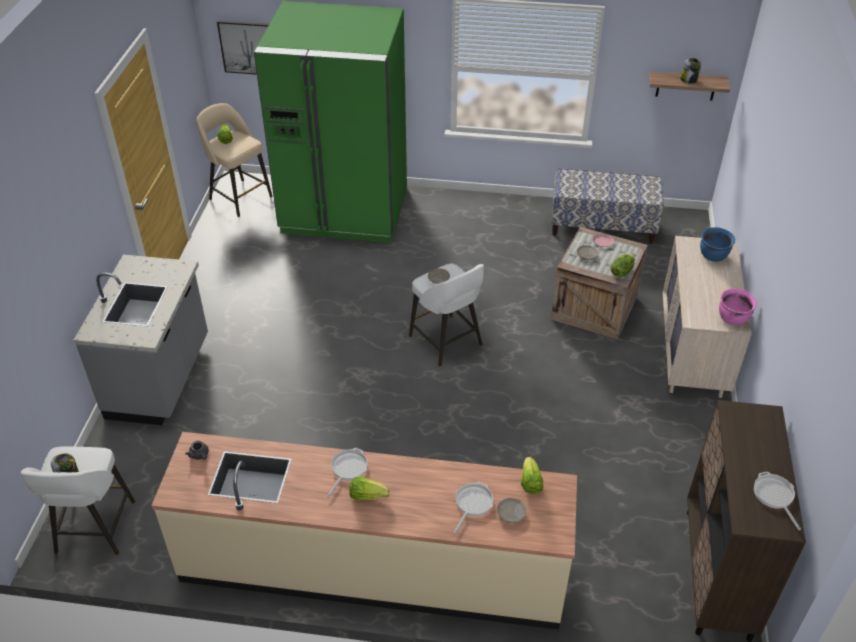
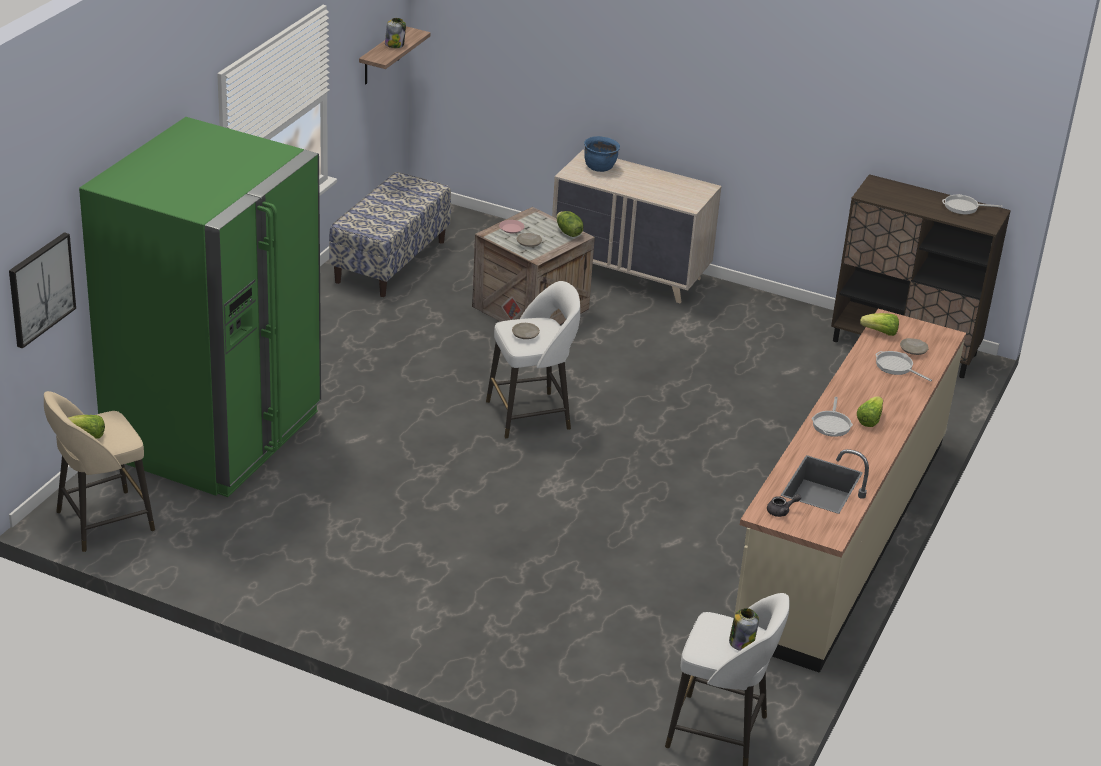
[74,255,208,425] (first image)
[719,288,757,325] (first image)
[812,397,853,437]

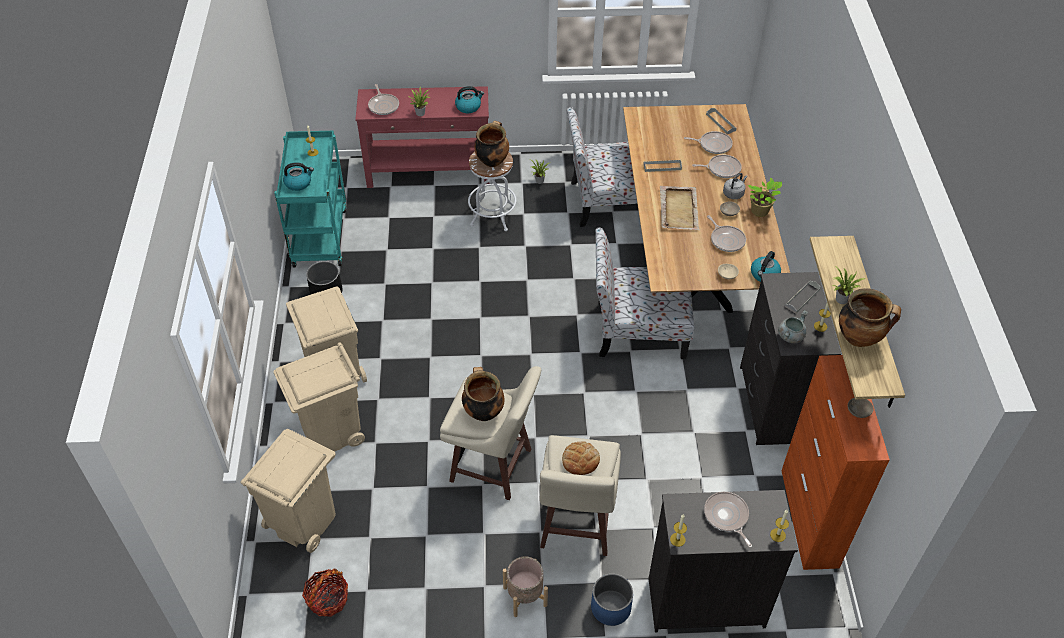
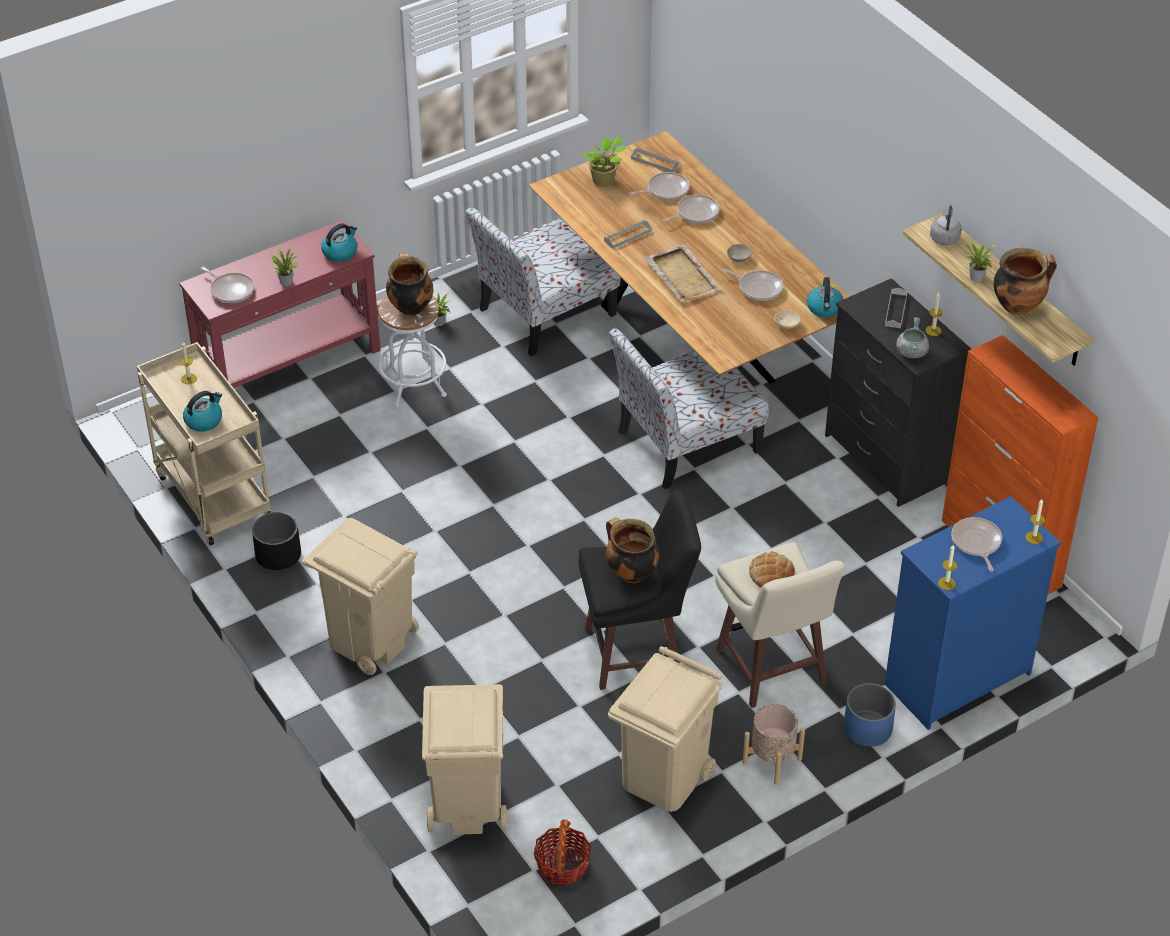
[848,398,874,418] (first image)
[608,646,722,812]
[930,205,962,245]
[582,136,626,187]
[137,342,271,545]
[578,490,701,690]
[885,496,1061,730]
[951,517,1002,572]

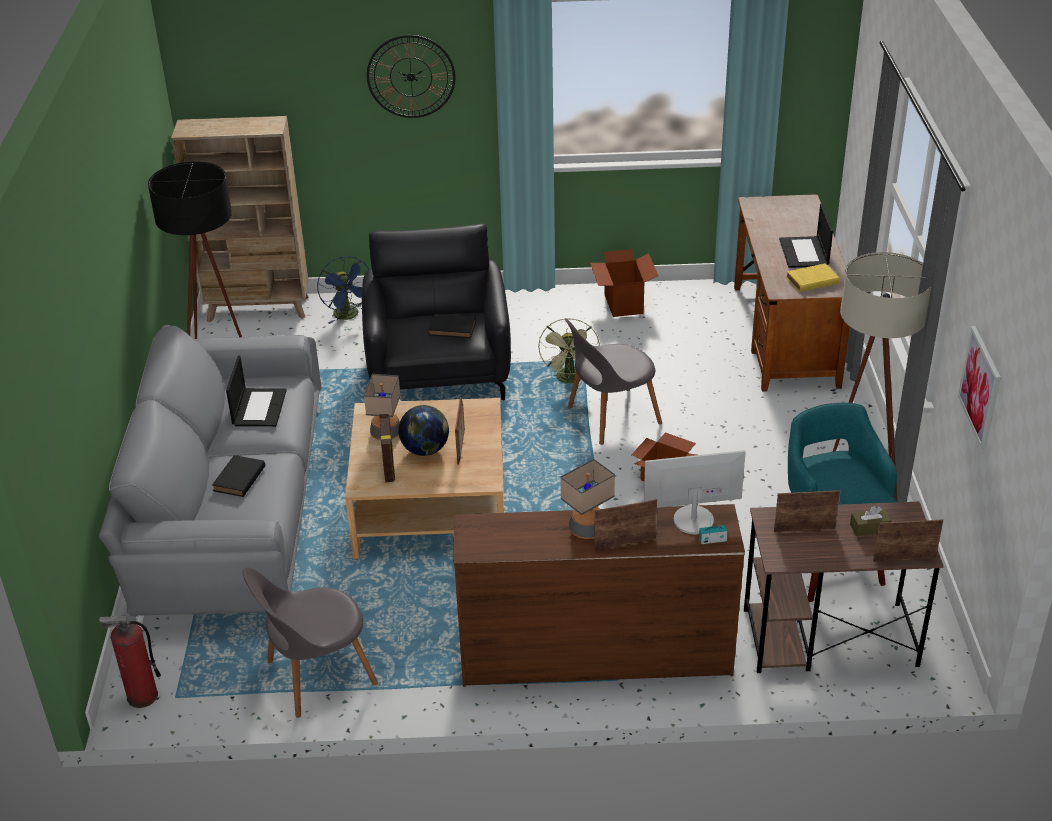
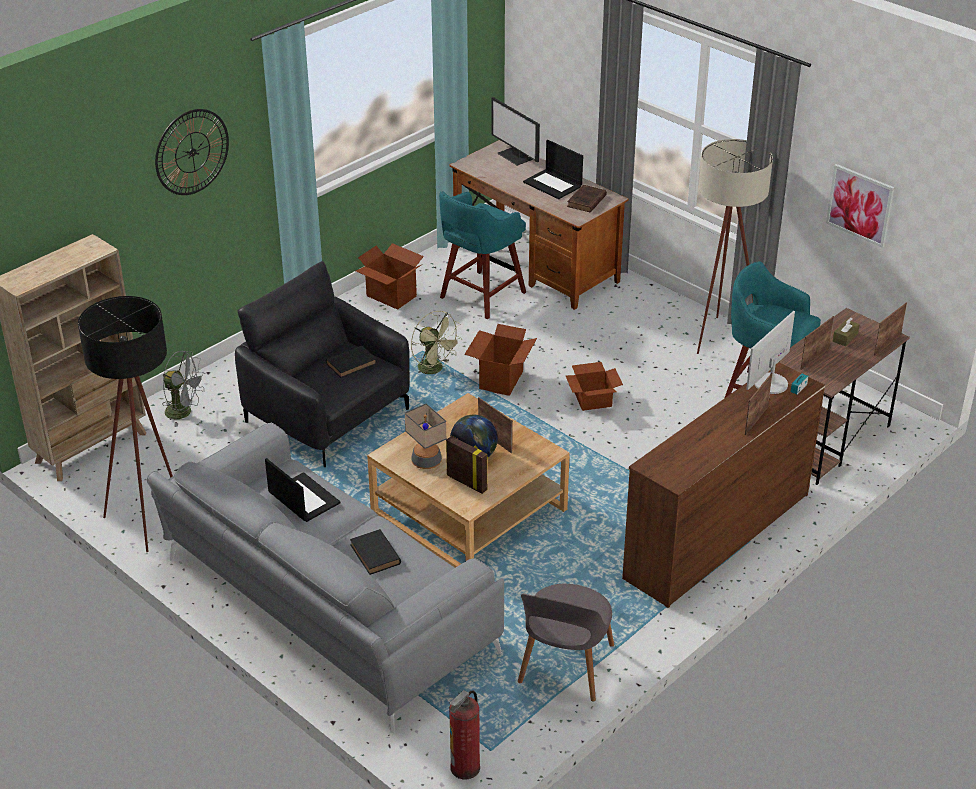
[560,459,615,539] (first image)
[439,191,526,319]
[491,97,540,166]
[464,324,537,396]
[162,350,205,427]
[567,185,607,213]

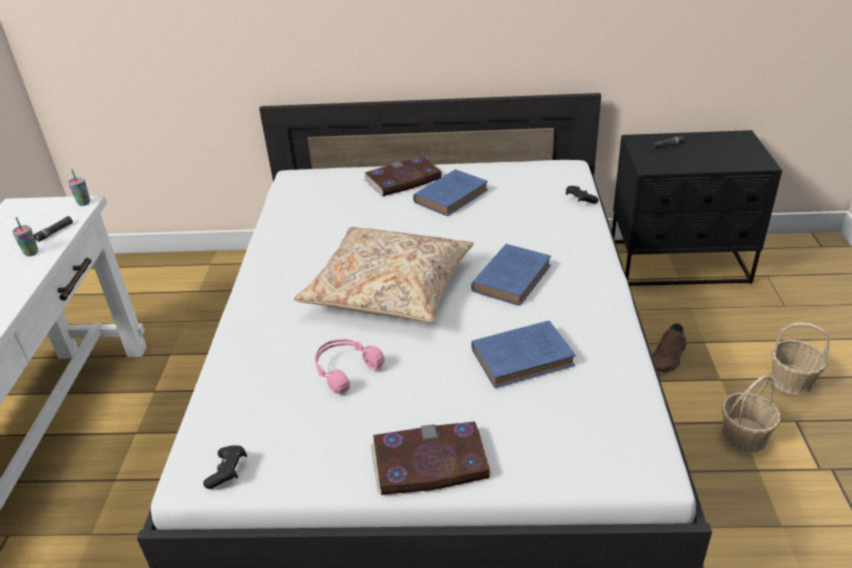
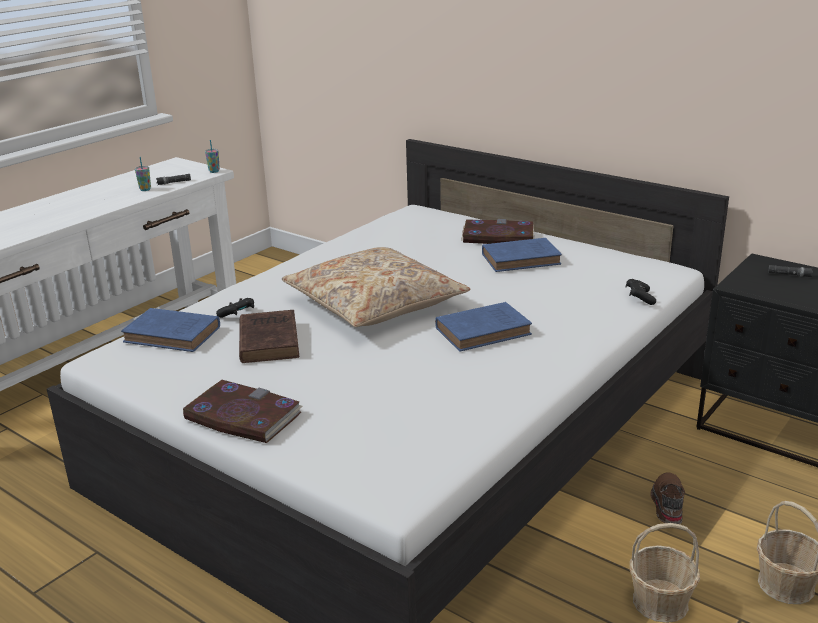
[216,298,254,318]
[121,308,220,352]
[239,310,300,363]
[650,472,685,524]

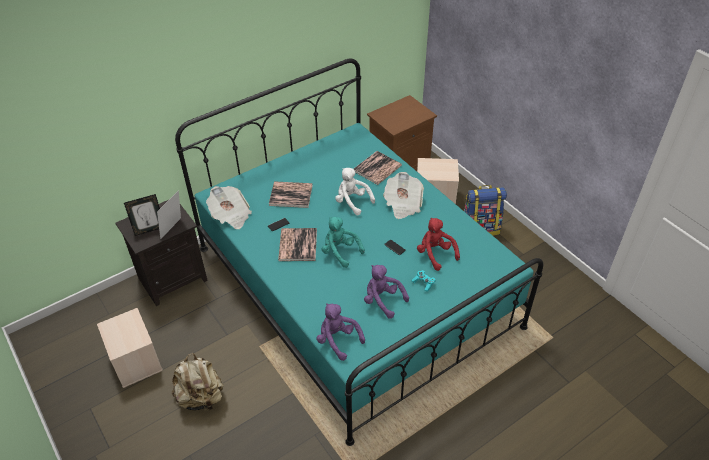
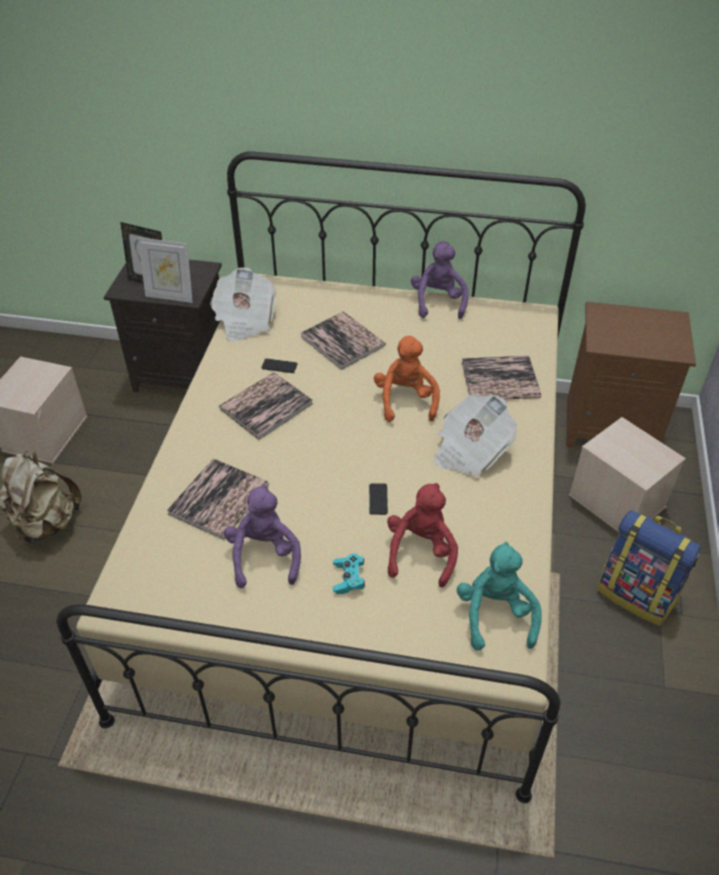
[167,458,269,540]
[411,241,469,319]
[457,542,542,651]
[56,151,586,803]
[374,336,440,422]
[138,237,193,303]

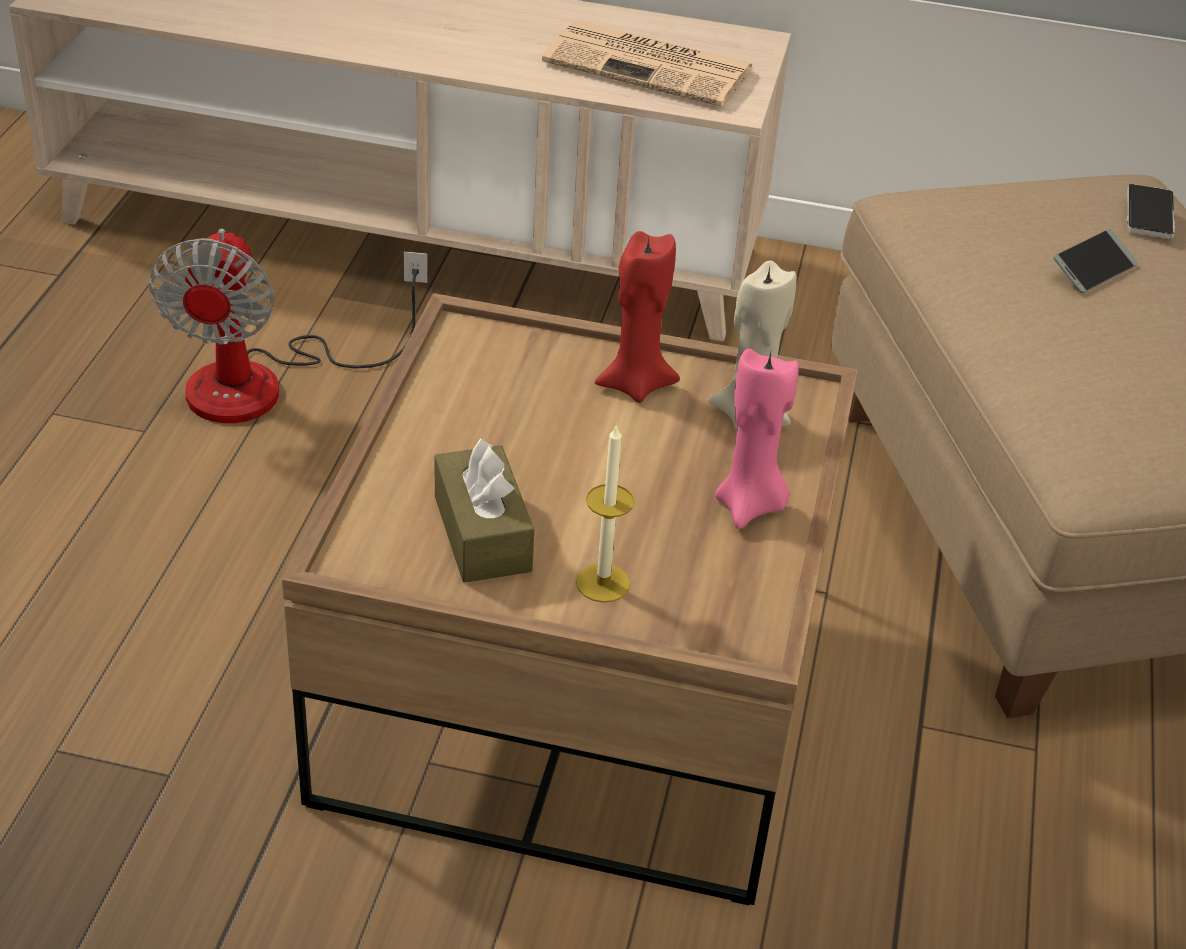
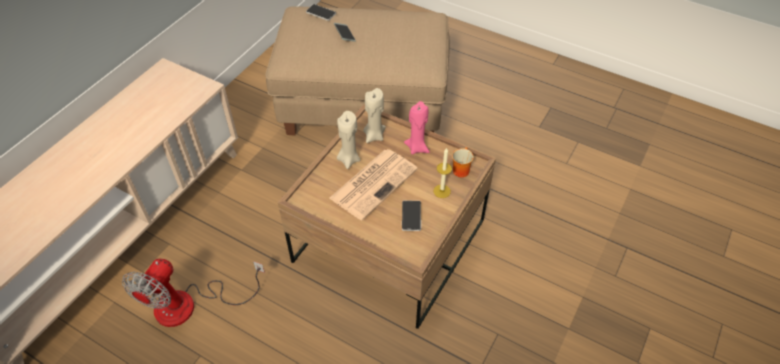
[452,147,474,177]
[329,149,418,221]
[402,200,421,231]
[337,111,360,169]
[122,258,265,327]

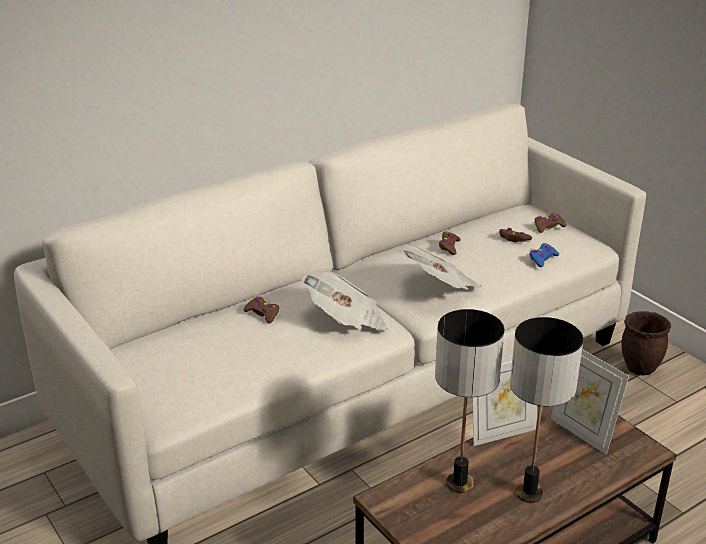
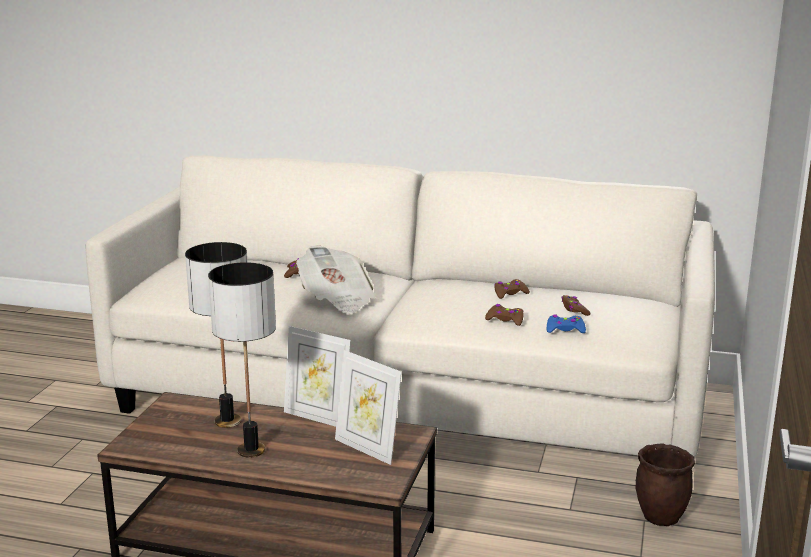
[400,245,482,290] (first image)
[485,304,524,326]
[335,350,402,465]

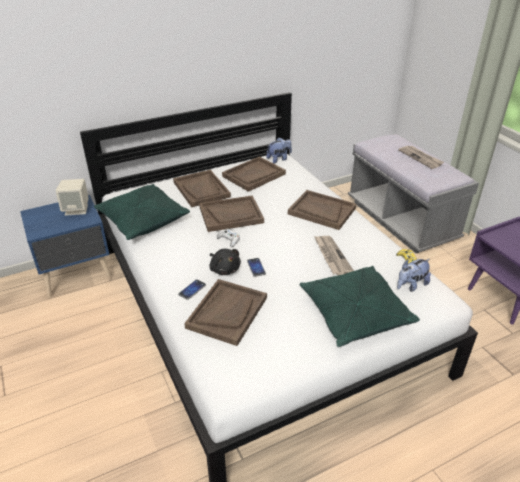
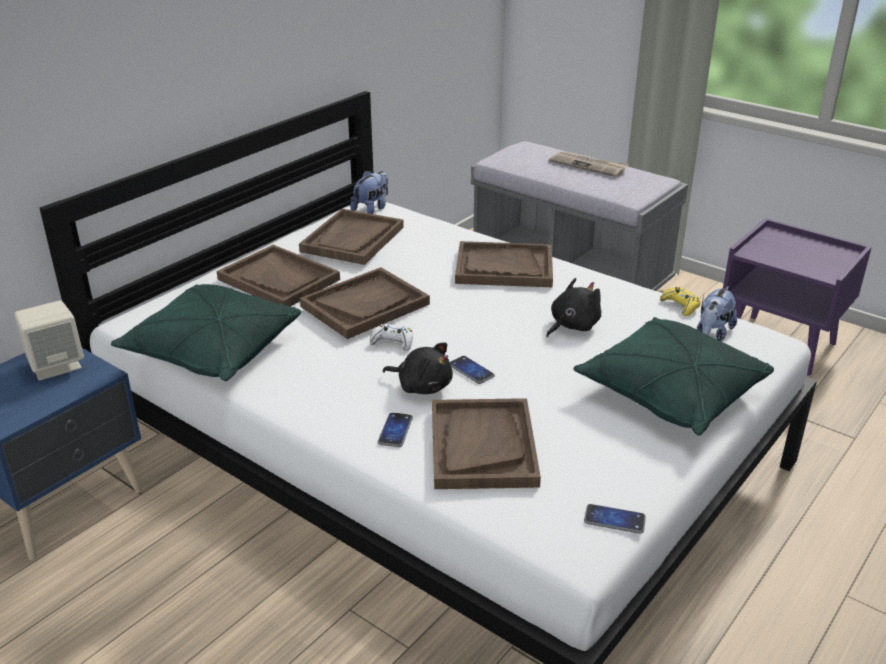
[584,504,646,534]
[546,278,601,337]

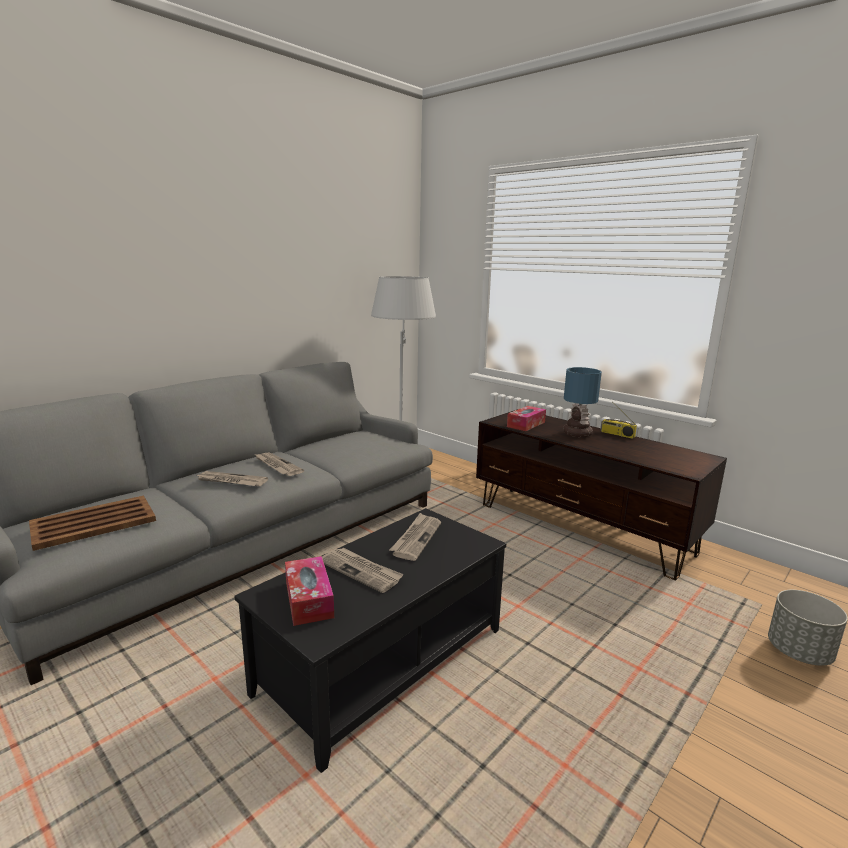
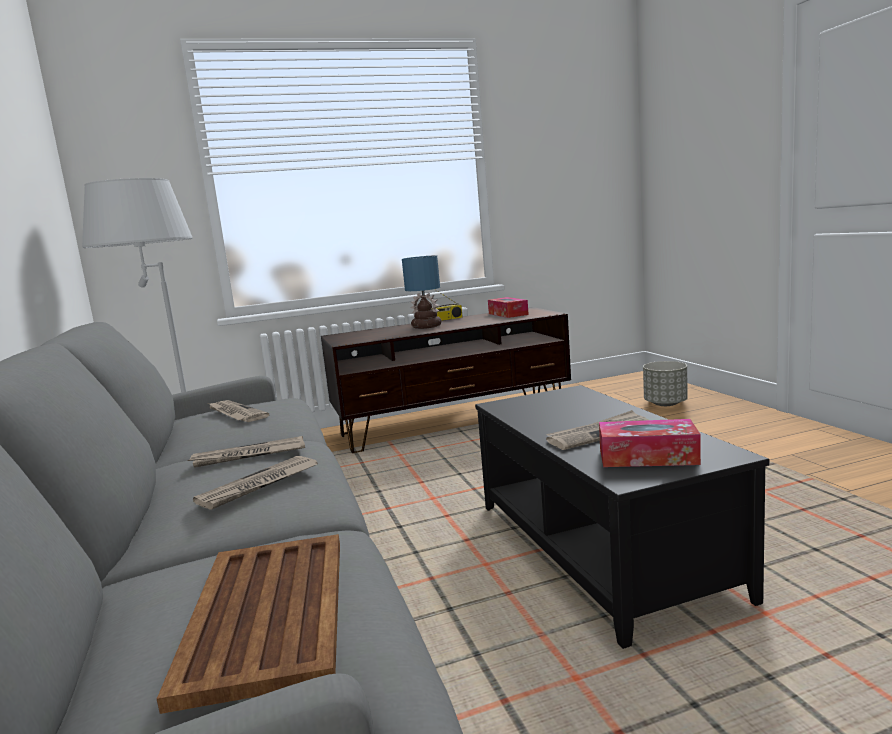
[208,400,269,422]
[488,297,529,318]

